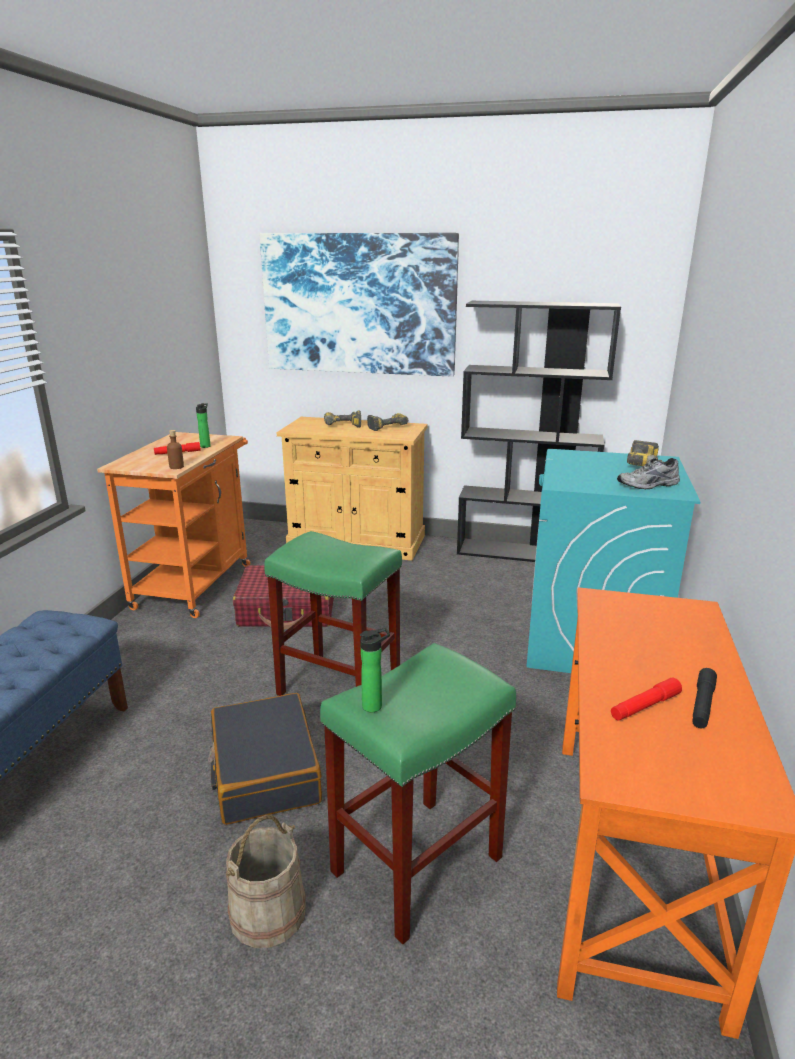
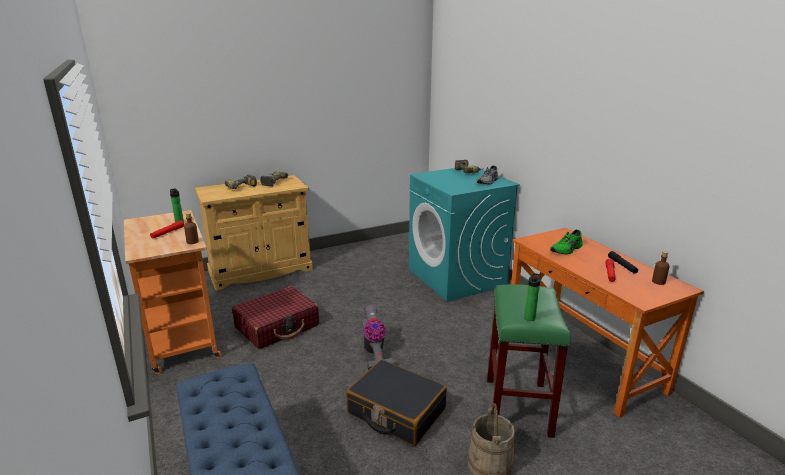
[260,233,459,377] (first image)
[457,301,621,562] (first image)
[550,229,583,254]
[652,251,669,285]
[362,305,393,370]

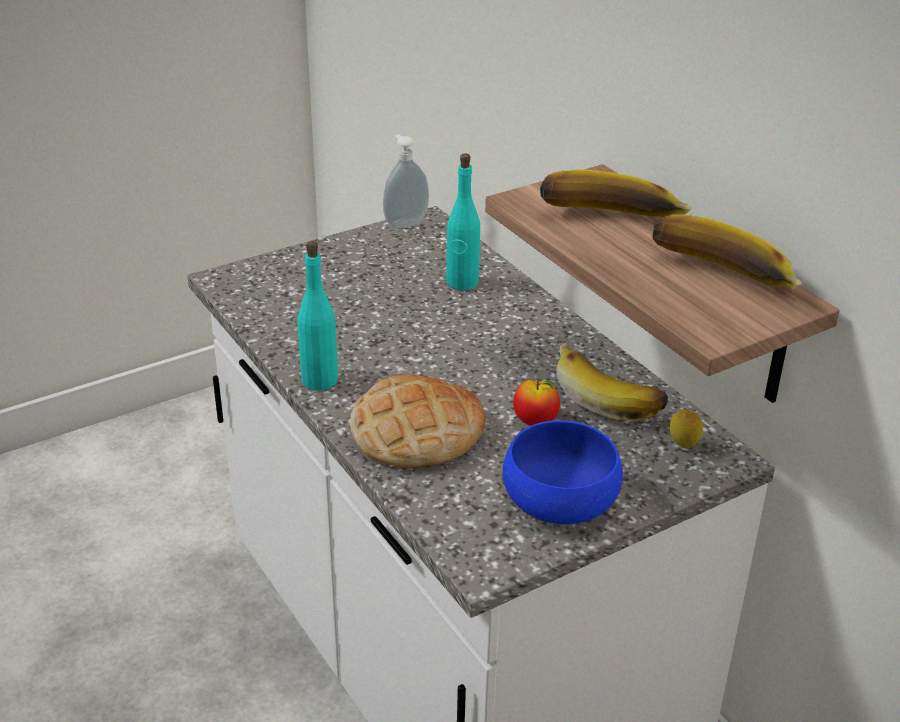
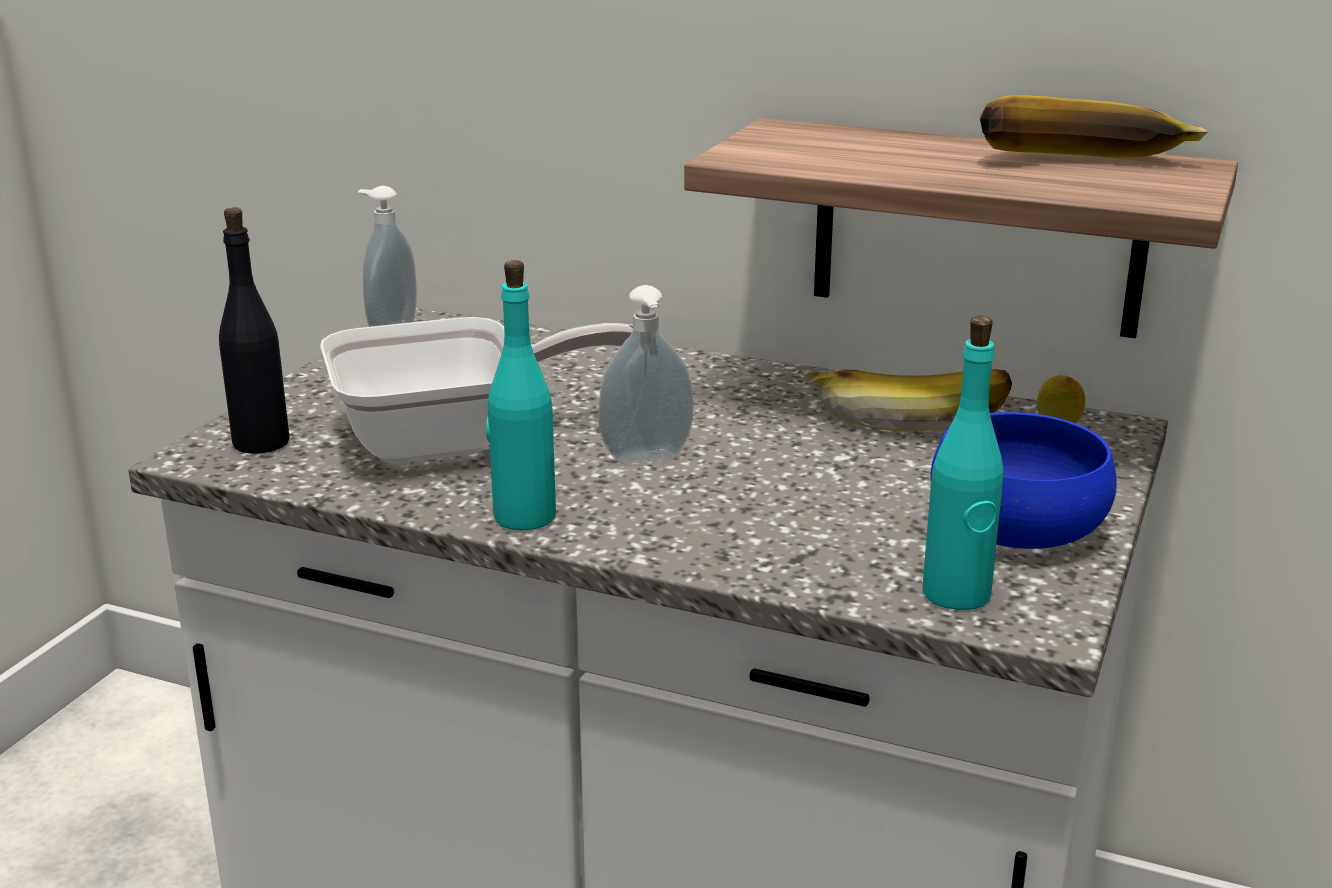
[350,374,486,468] (first image)
[513,380,560,426] (first image)
[540,170,692,217] (first image)
[219,207,290,454]
[320,317,633,464]
[598,285,694,463]
[922,316,1003,610]

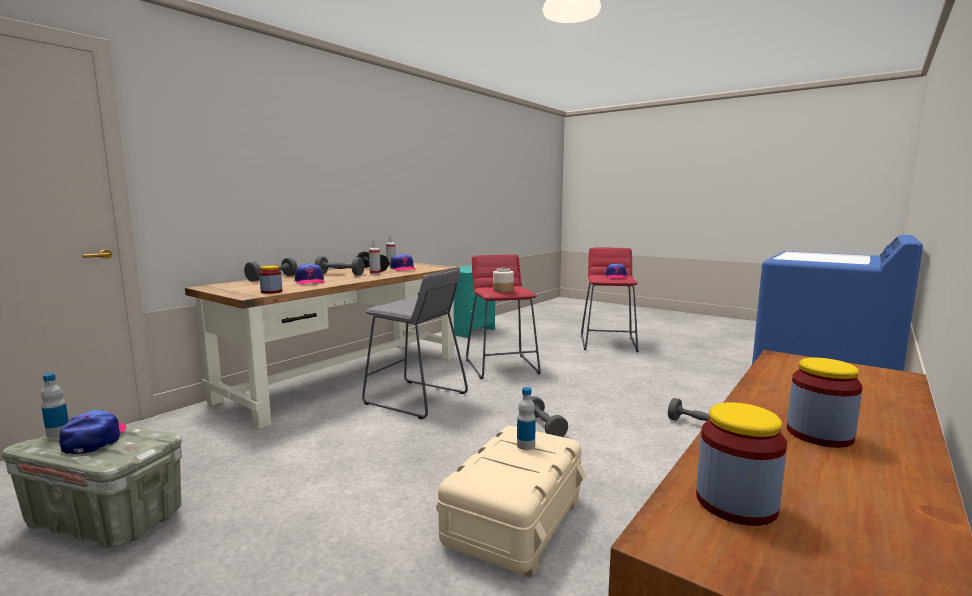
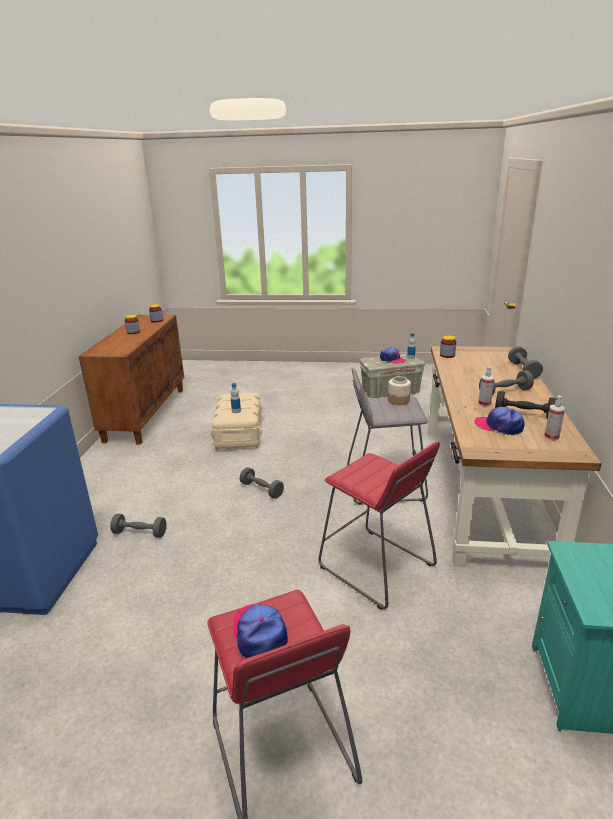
[295,263,325,284] (first image)
[388,376,411,405]

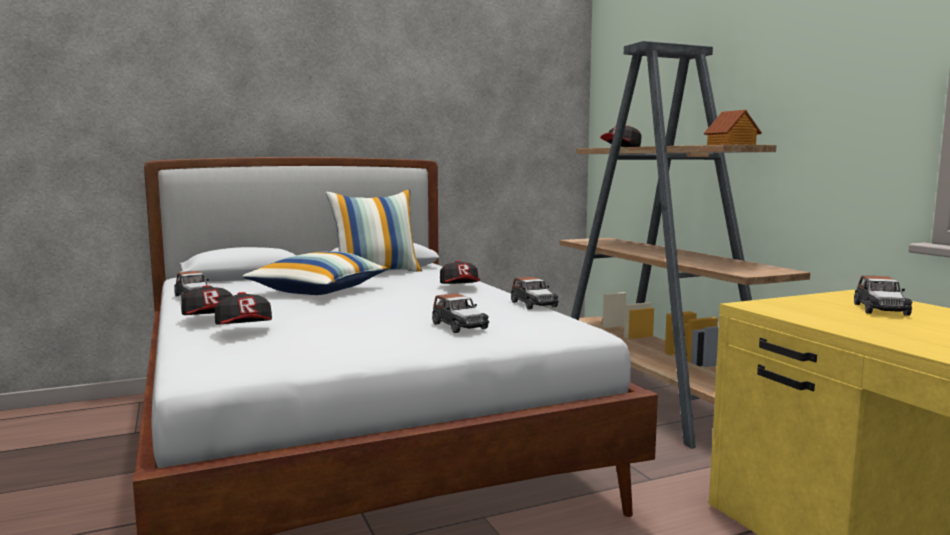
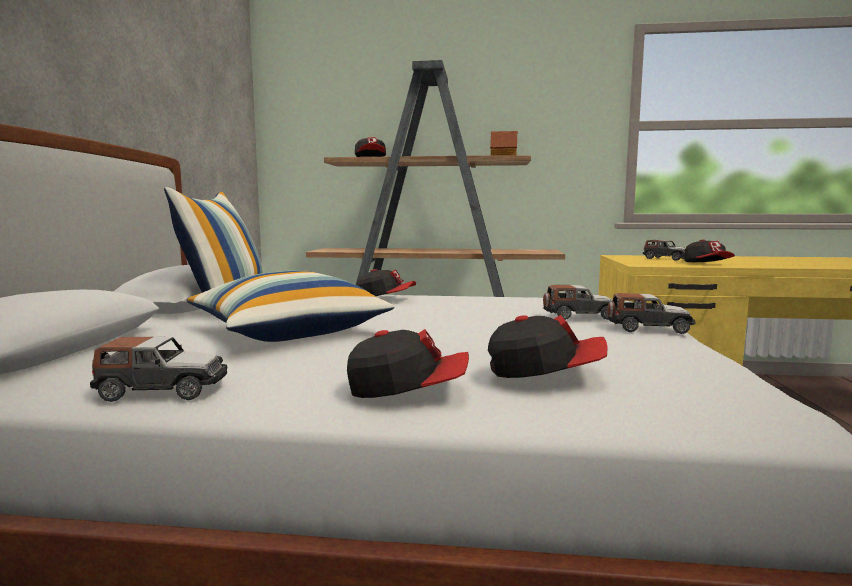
[684,240,735,262]
[607,293,696,334]

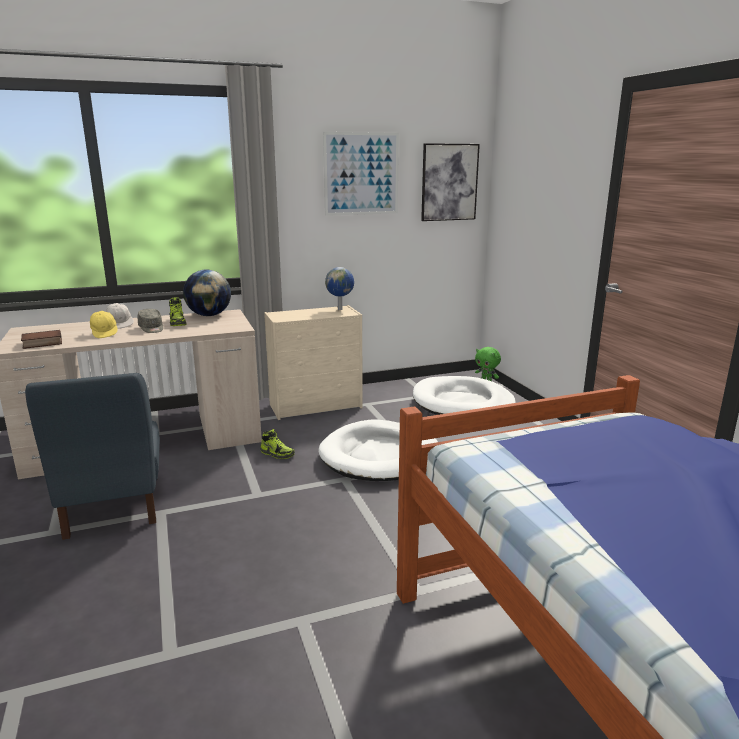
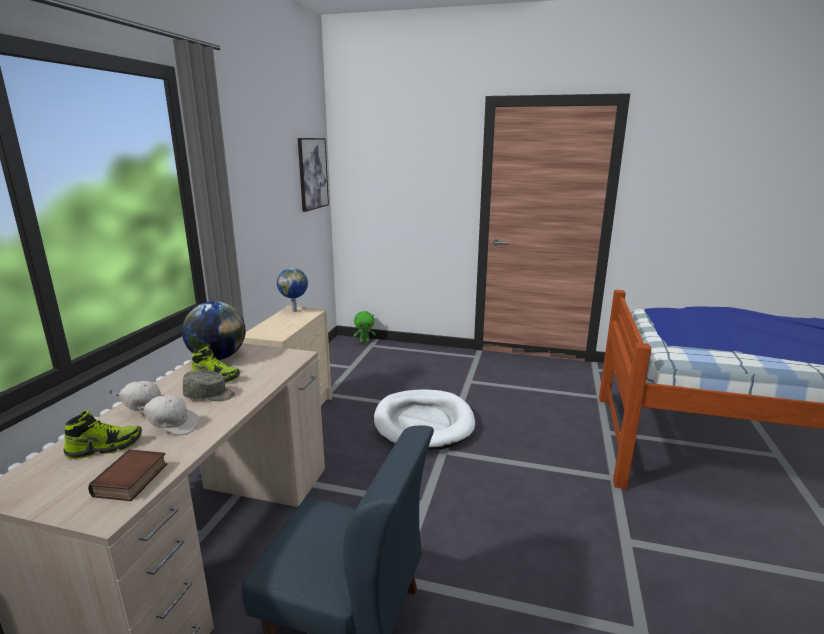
[323,132,399,216] (first image)
[413,376,516,415] (first image)
[64,410,142,459]
[134,395,200,435]

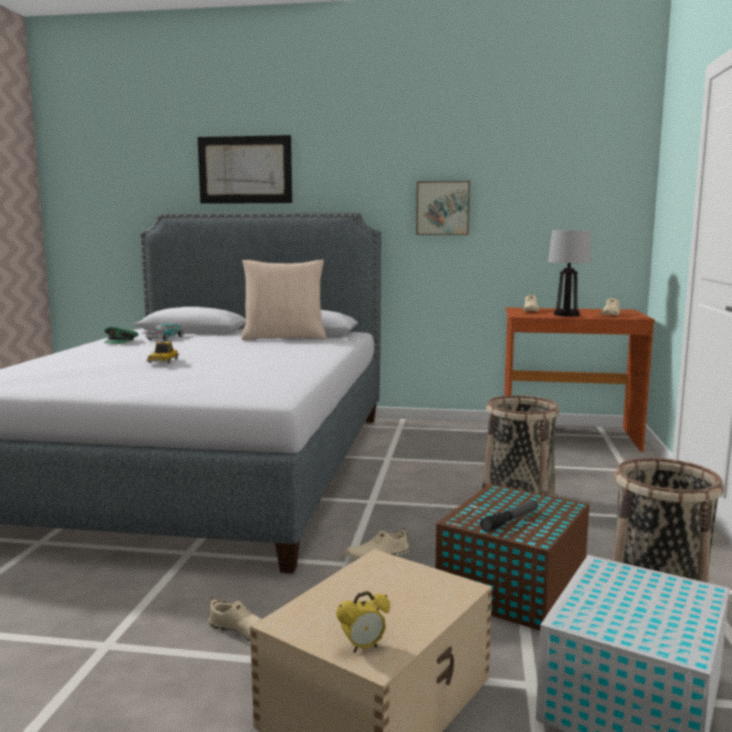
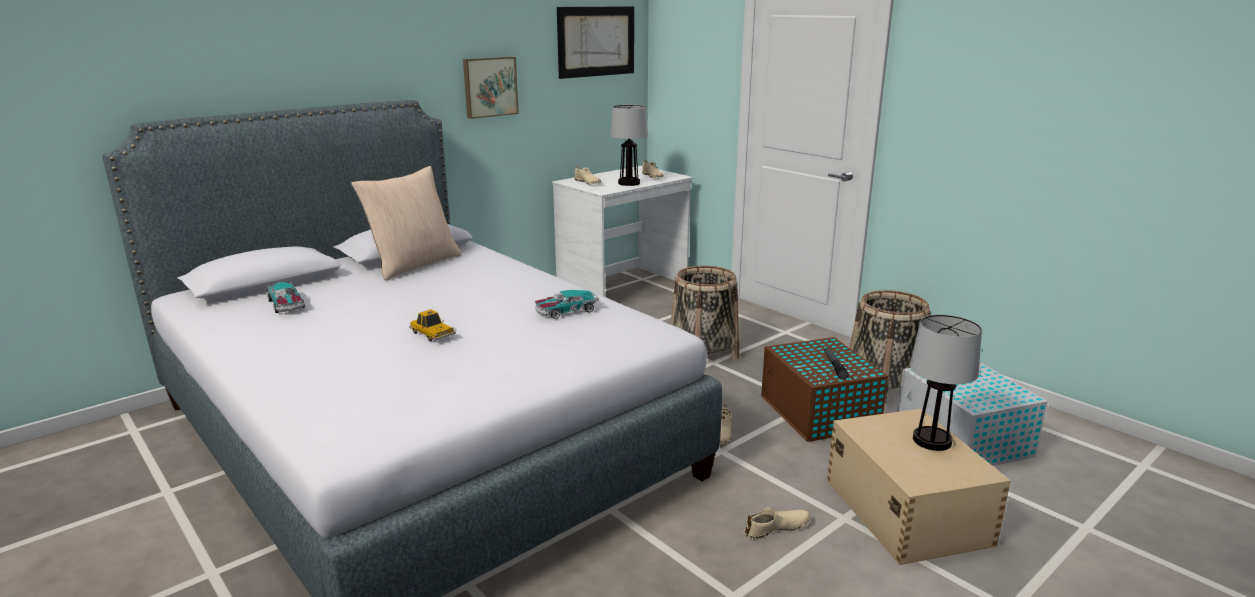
[104,326,139,344] (first image)
[336,591,390,653] (first image)
[535,290,599,319]
[910,314,982,451]
[557,6,634,79]
[552,166,693,297]

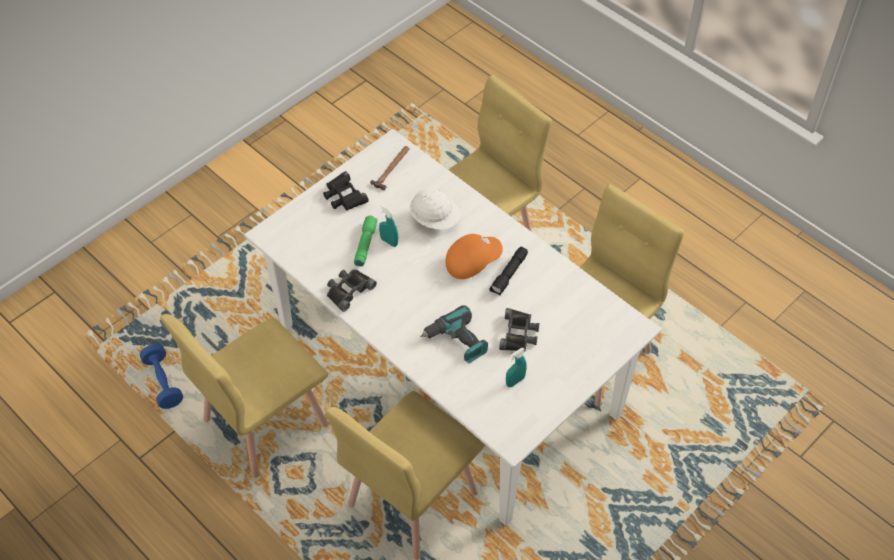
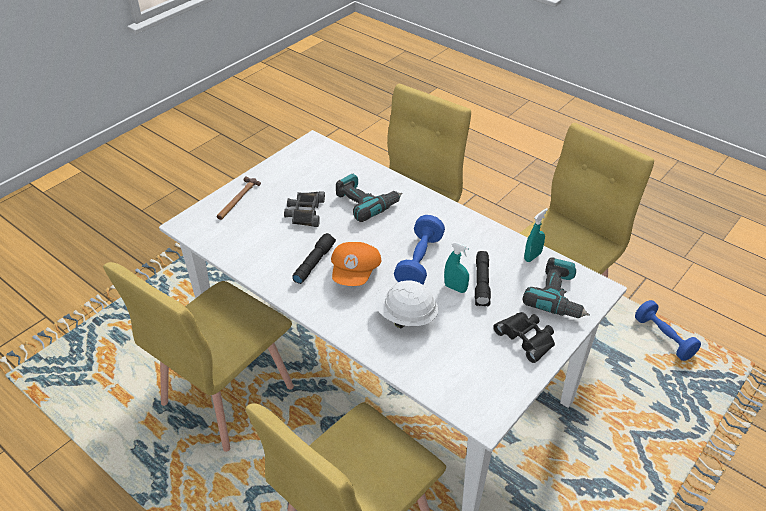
[327,269,377,312] (first image)
[394,215,445,284]
[523,258,590,318]
[217,176,261,220]
[524,208,548,262]
[475,251,491,306]
[331,242,381,286]

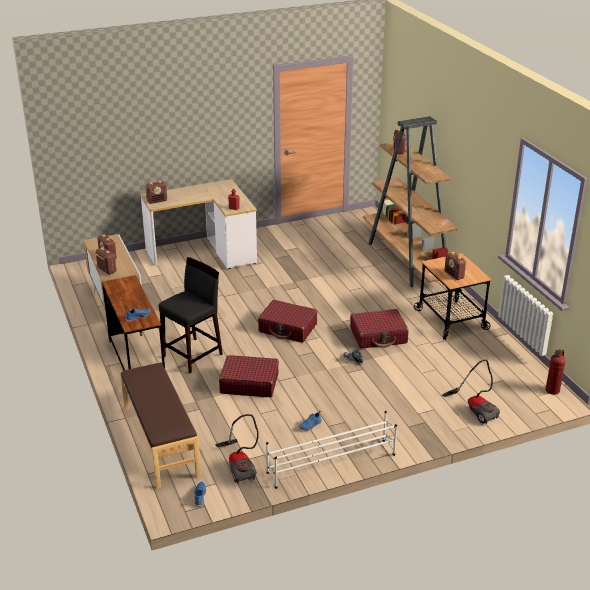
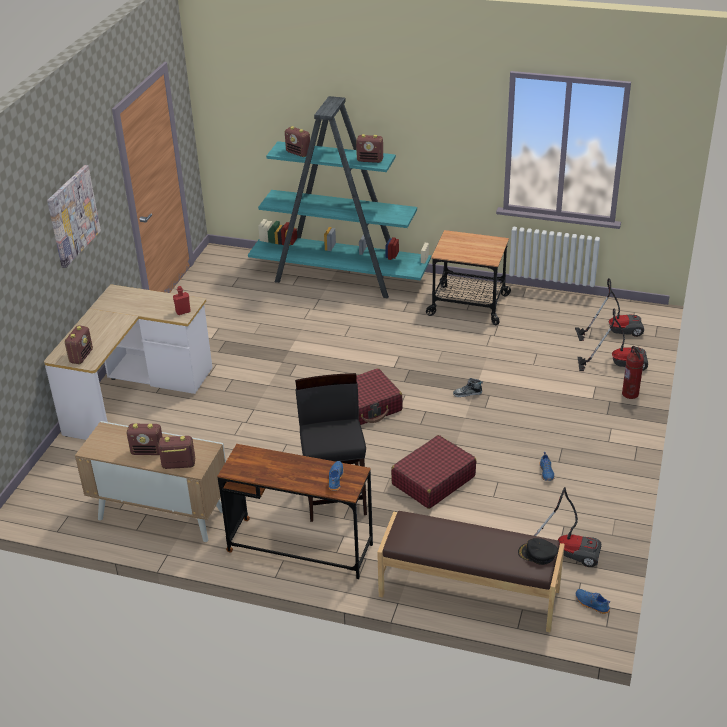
[266,411,397,489] (first image)
[350,309,409,349] (first image)
[47,165,101,268]
[518,538,558,565]
[575,278,644,341]
[356,134,383,163]
[622,346,644,399]
[248,96,431,298]

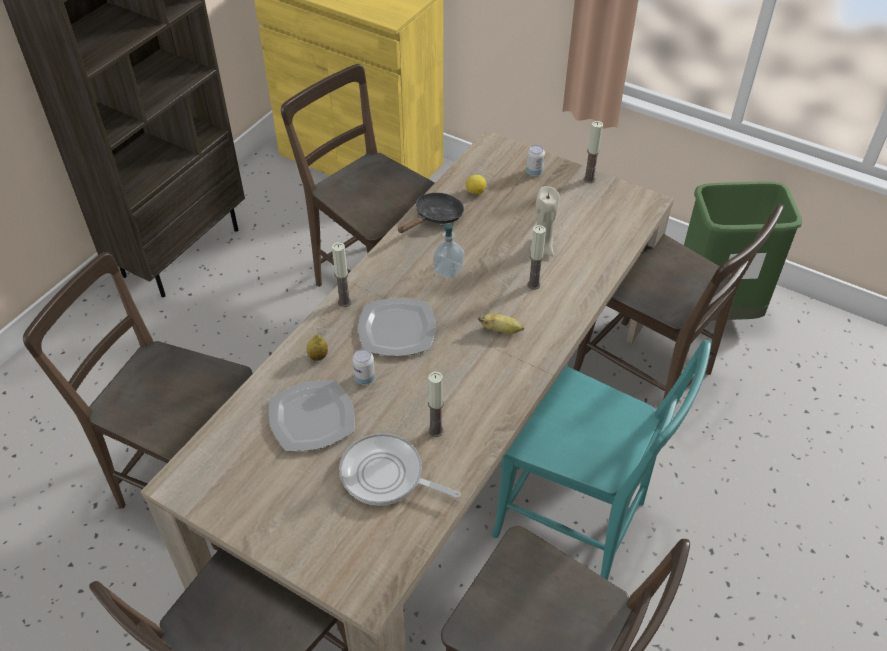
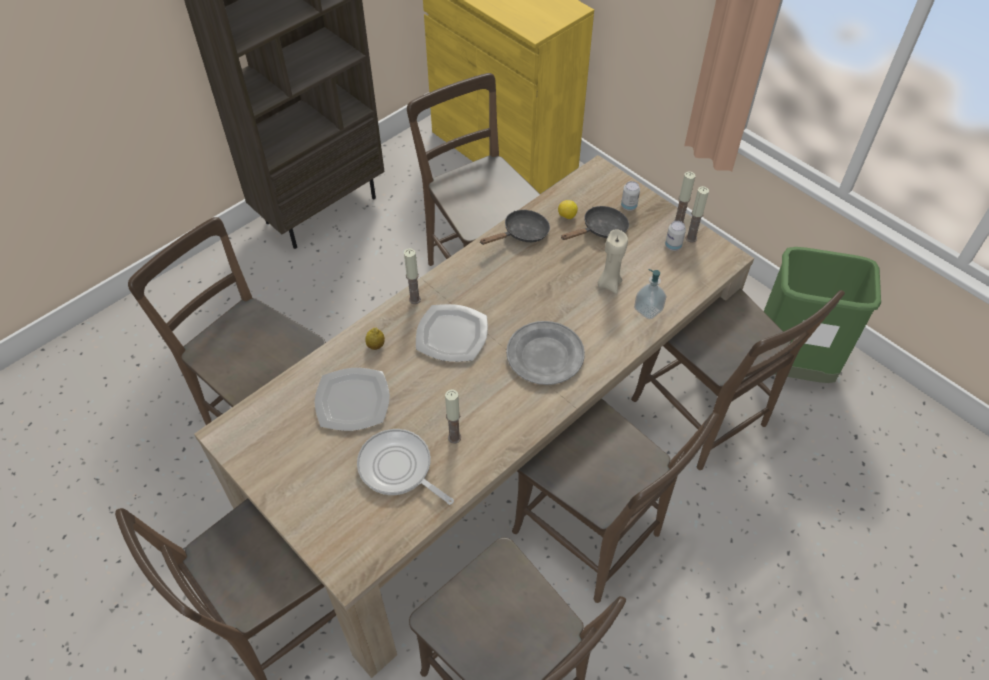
[561,206,629,240]
[665,221,686,251]
[634,269,667,319]
[686,186,709,242]
[506,321,585,385]
[512,398,719,603]

